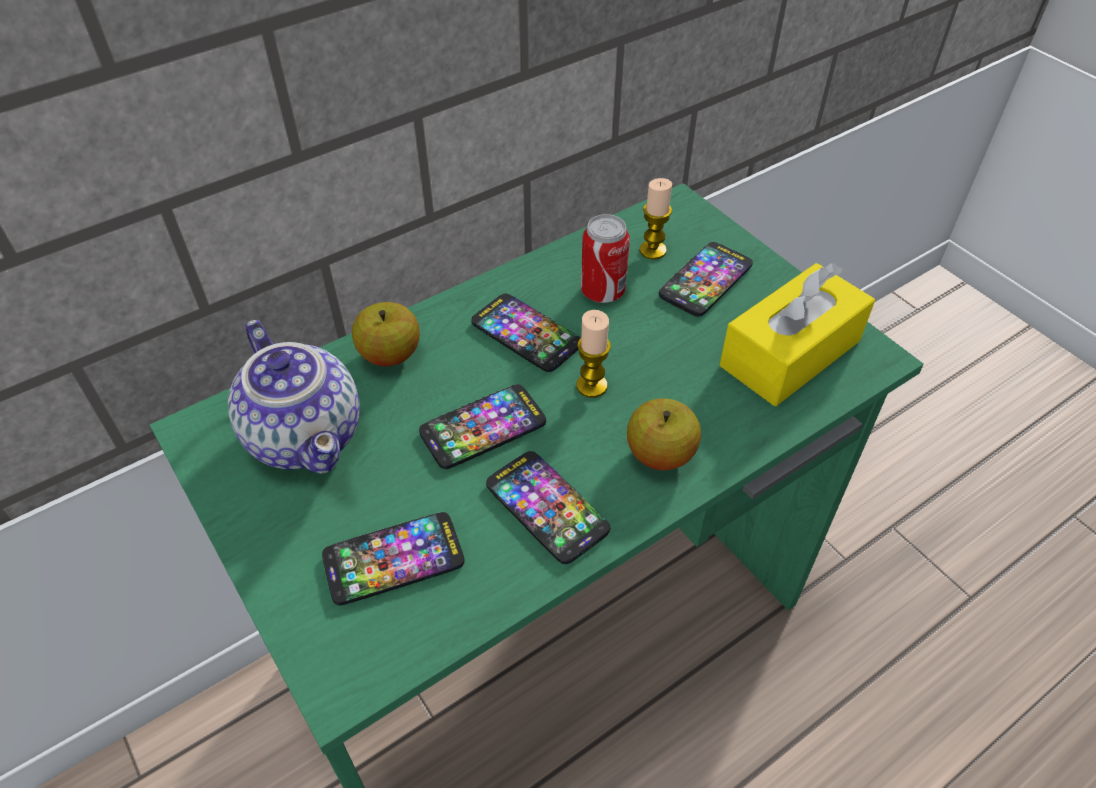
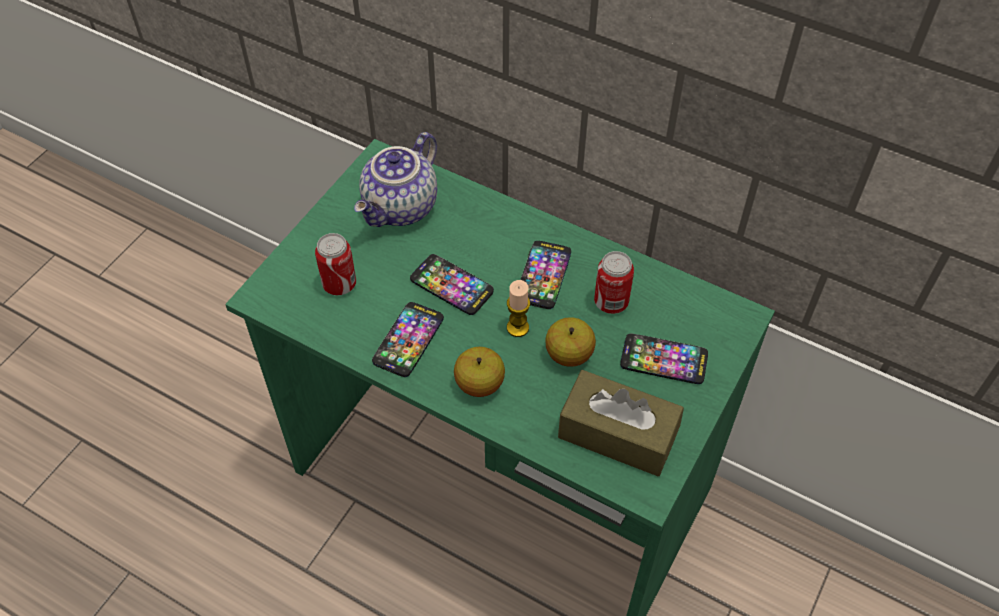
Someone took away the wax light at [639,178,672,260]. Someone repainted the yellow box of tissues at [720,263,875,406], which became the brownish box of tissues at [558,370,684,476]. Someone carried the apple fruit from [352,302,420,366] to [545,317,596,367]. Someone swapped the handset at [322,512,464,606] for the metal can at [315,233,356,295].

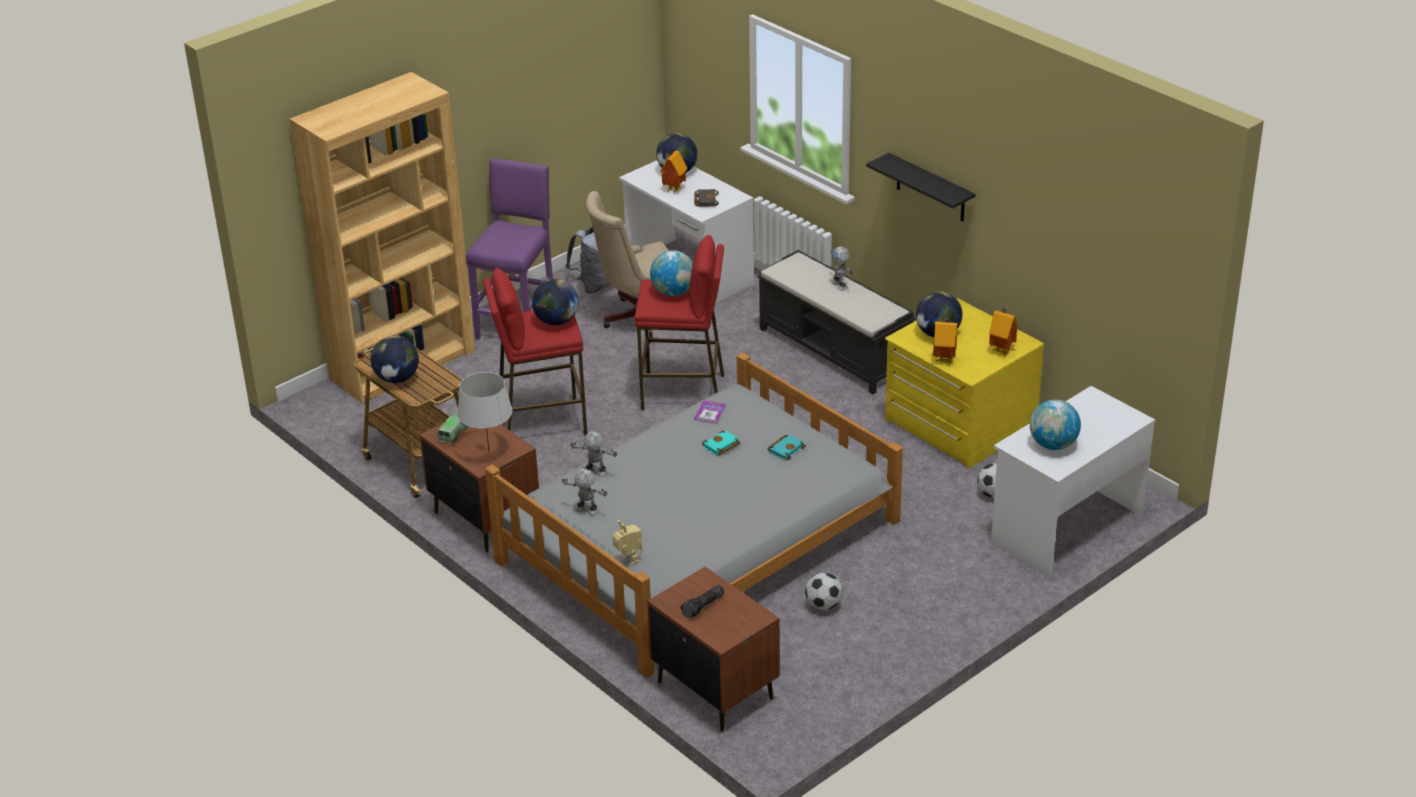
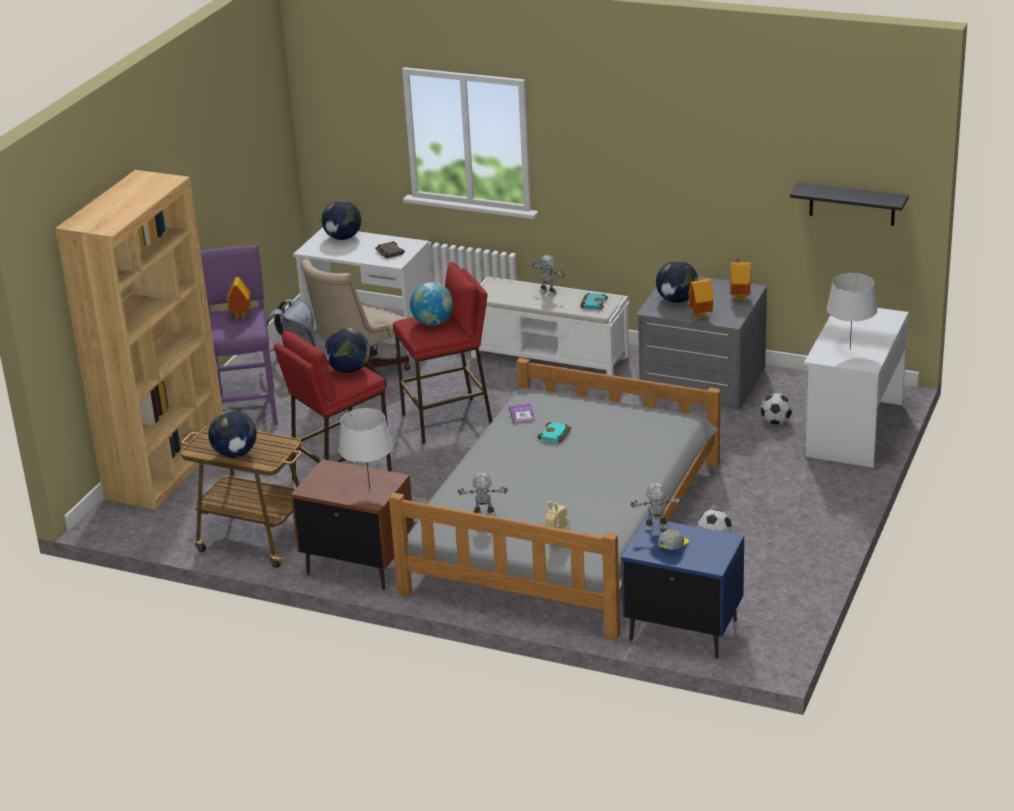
Someone carried the miniature house from [660,151,687,194] to [226,277,250,320]. Someone carried the black wall shelf from [866,153,976,221] to [790,182,909,226]. Someone repainted the black indoor bench at [757,250,916,395], which became the white indoor bench at [471,277,630,375]. Someone repainted the yellow drawer chest at [885,298,1044,469], which became the gray drawer chest at [636,276,767,411]. Someone swapped the world globe at [1030,399,1081,450] for the gray tabletop lamp at [827,273,877,350]. Someone took away the toy lorry at [437,414,469,444]. Someone carried the toy robot from [570,431,617,477] to [631,483,683,531]. Someone carried the blue-green bound book from [767,435,806,460] to [580,293,608,310]. Someone repainted the brownish nightstand at [647,567,780,732], which became the bluish nightstand at [621,518,744,658]. Someone swapped the torch at [680,585,724,619] for the peaked cap at [658,529,689,550].

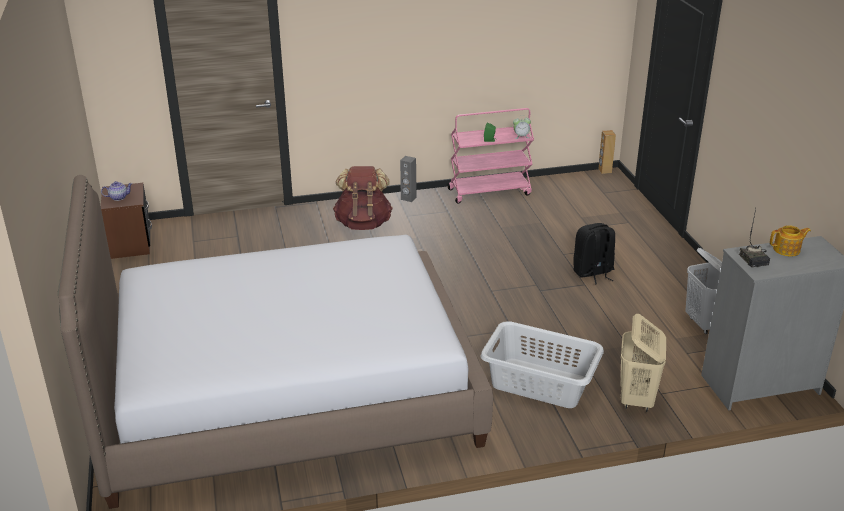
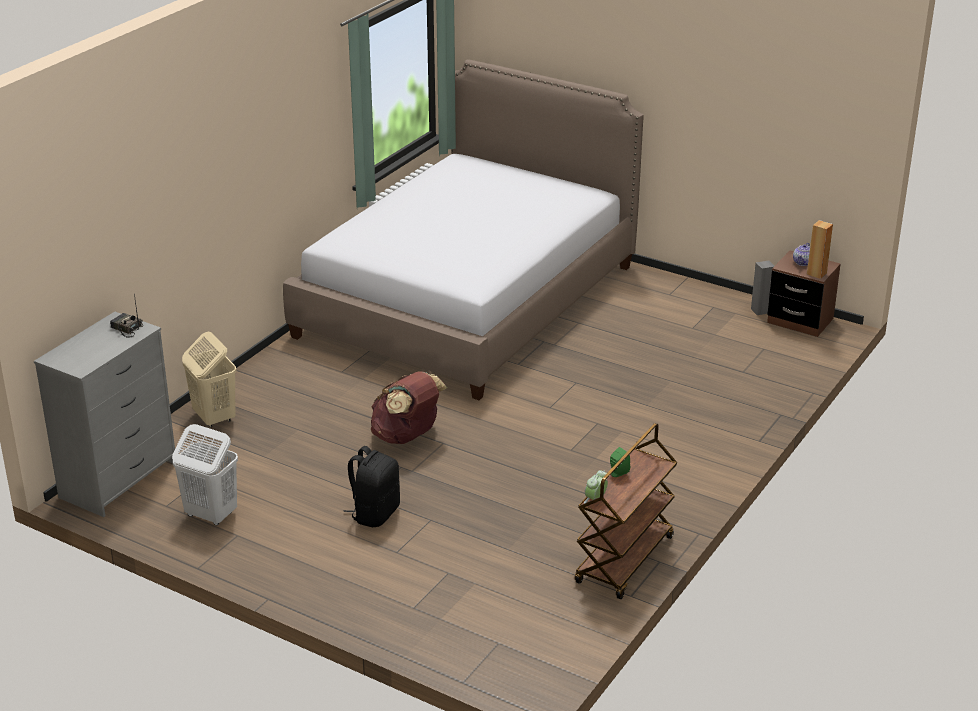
Someone repainted the pinkish wheeled cart at [448,108,534,204], which became the brownish wheeled cart at [575,423,677,599]. Someone carried the brownish speaker from [599,130,616,174] to [807,220,833,279]. Someone carried the gray speaker from [400,156,417,202] to [751,260,774,315]. Someone carried the brownish backpack from [333,166,393,230] to [371,371,448,444]. Someone took away the pot for tea at [770,225,811,256]. Someone took away the gray washing basket at [480,322,604,408].

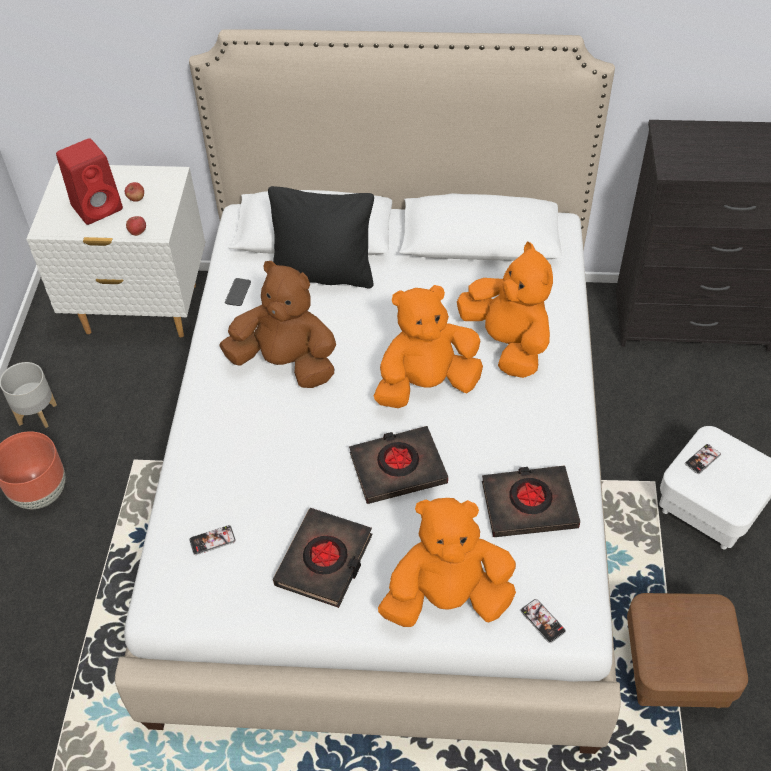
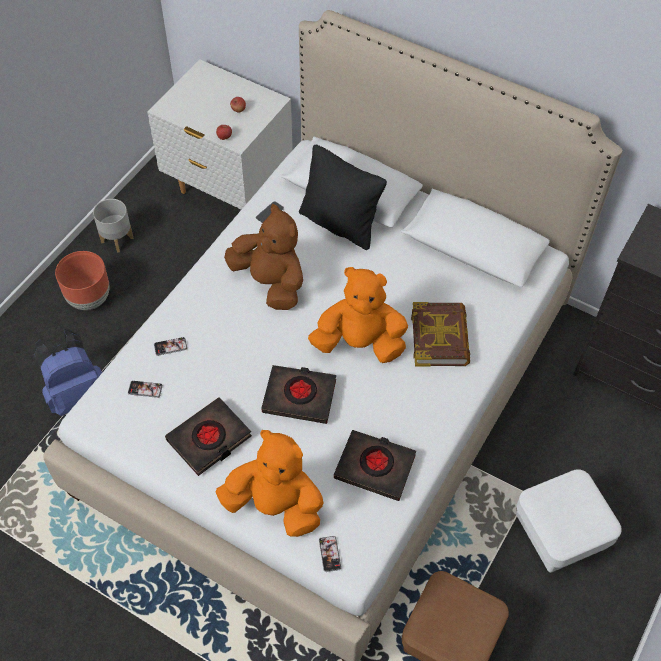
Someone took away the red-coloured speaker at [56,138,123,225]. Someone swapped the orangey plush toy at [457,242,553,378] for the bound book at [411,302,470,367]. Someone carried the handset from [685,444,721,474] to [154,337,187,356]. Someone put down the bluish backpack at [34,329,102,416].

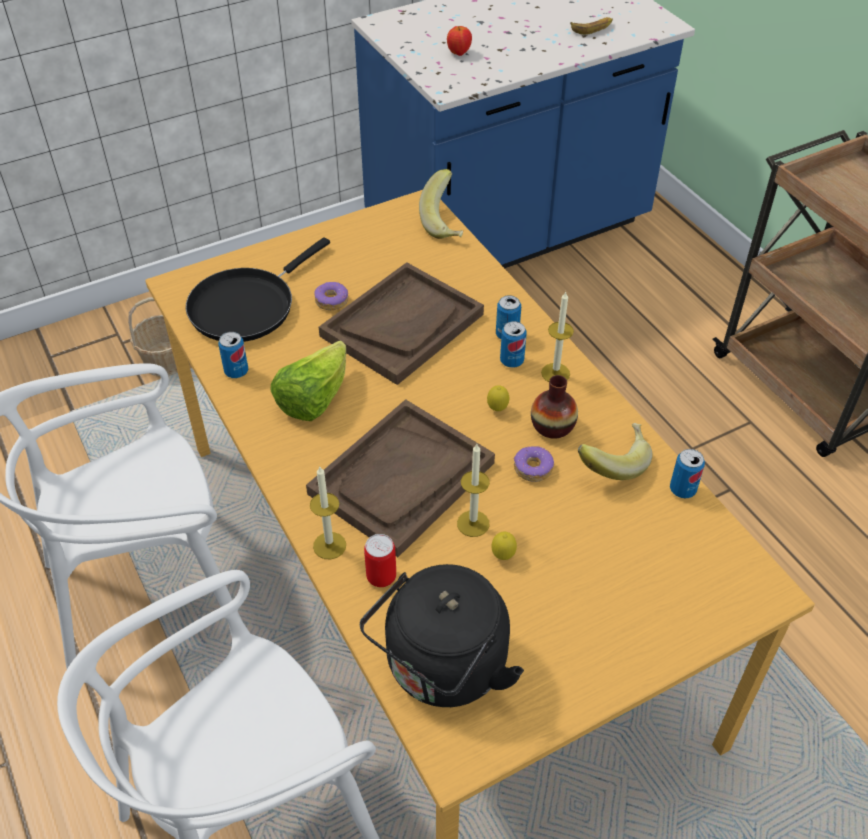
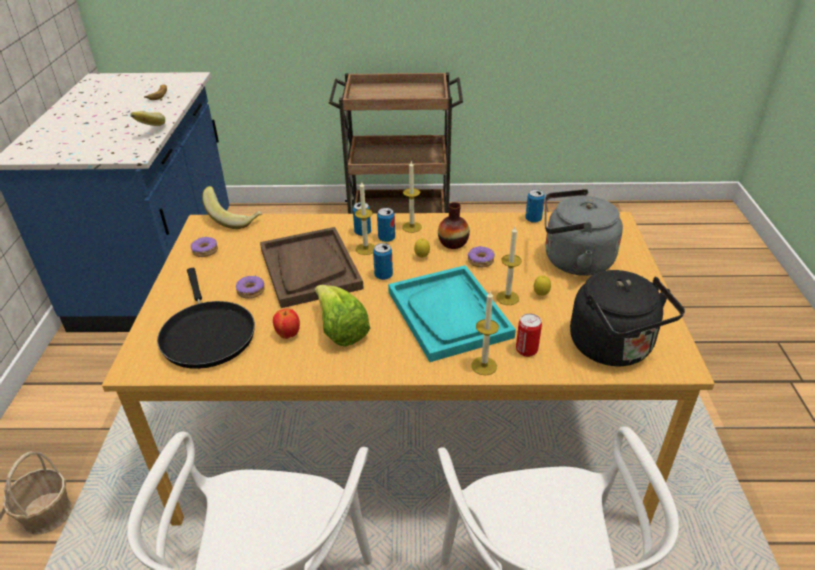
Someone carried the apple fruit from [447,26,472,56] to [273,309,300,339]. Someone carried the metal can from [218,332,248,378] to [373,243,393,280]. Someone repainted the brownish serving tray at [306,399,495,557], which became the blue-green serving tray at [388,265,516,362]. Someone carried the whole banana from [578,423,653,480] to [130,110,165,126]. Someone put down the wax light at [355,181,375,255]. Someone put down the gray kettle at [545,189,623,276]. Someone put down the ring doughnut at [191,236,218,257].

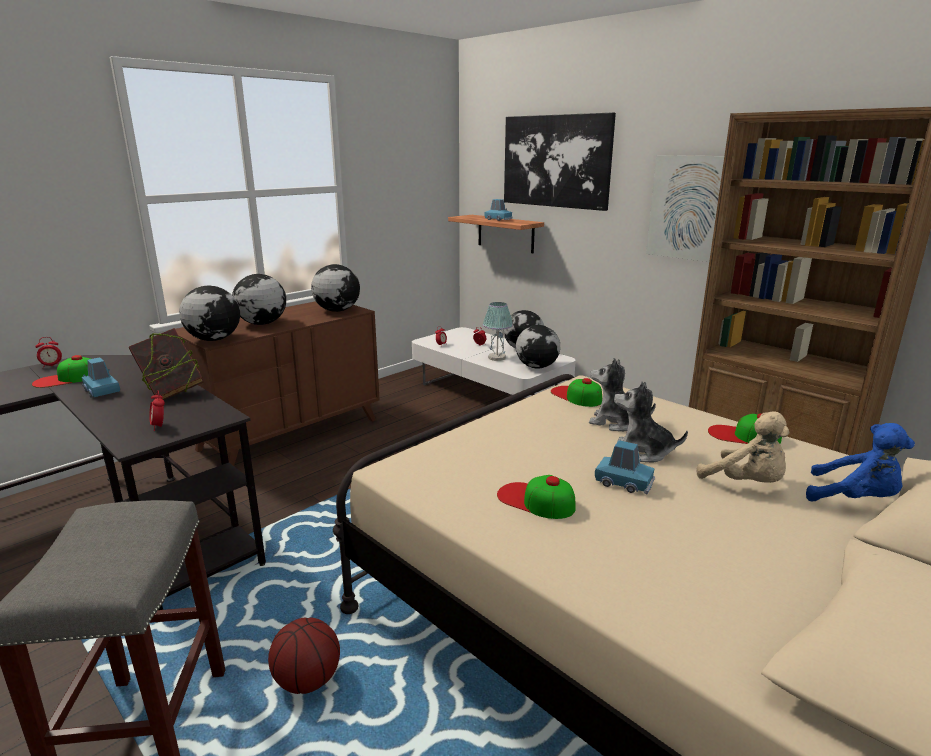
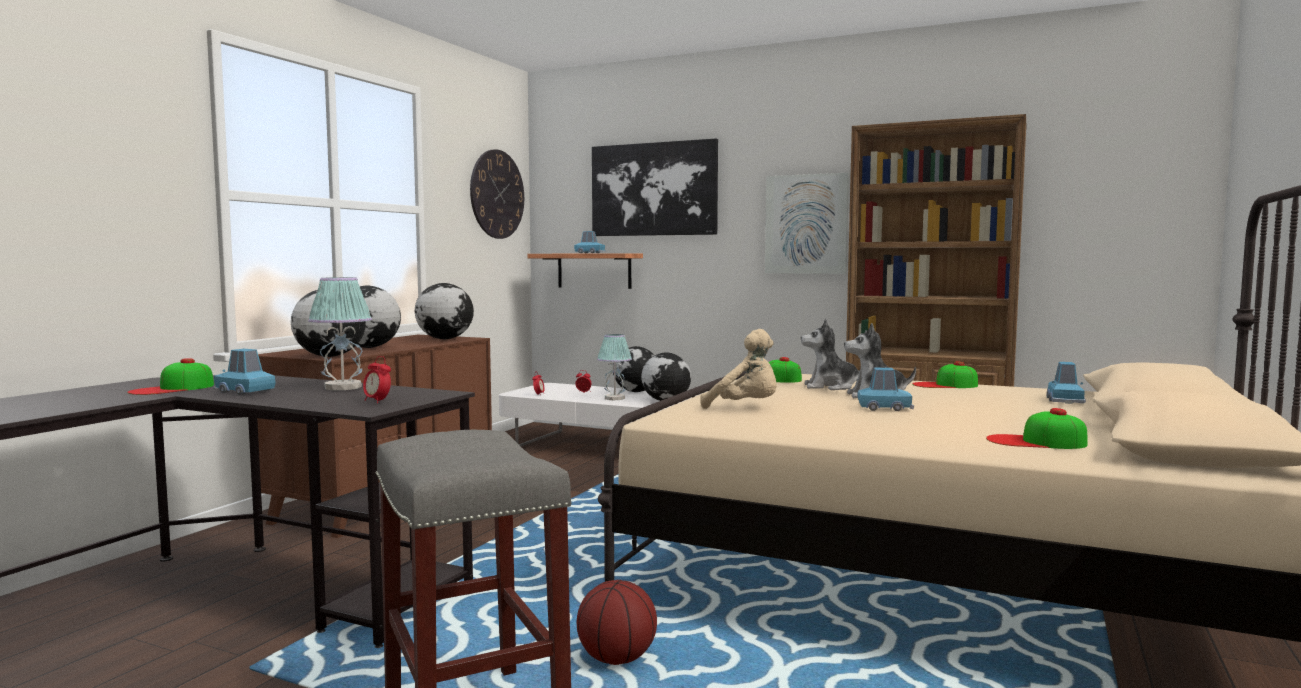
Someone swapped the bound book at [129,328,204,400] for the tabletop lamp at [308,277,372,391]. Someone took away the alarm clock at [35,337,62,369]. Someone carried the beige plush toy from [697,411,789,483] to [700,329,777,409]. Someone swapped the bluish plush toy at [806,423,915,501] for the bluish toy car at [1047,362,1086,404]. Someone carried the peaked cap from [497,475,576,519] to [986,408,1087,449]. Someone put up the clock on the wall at [470,149,524,239].

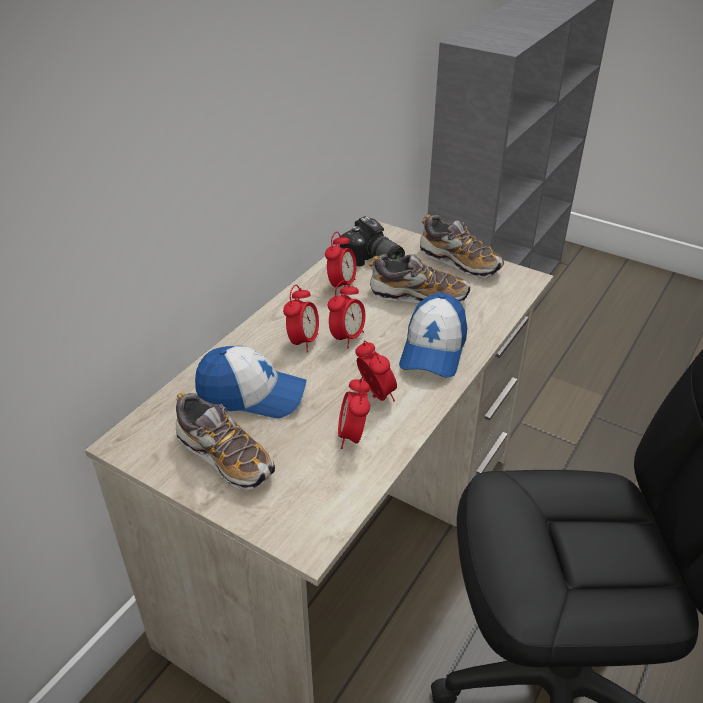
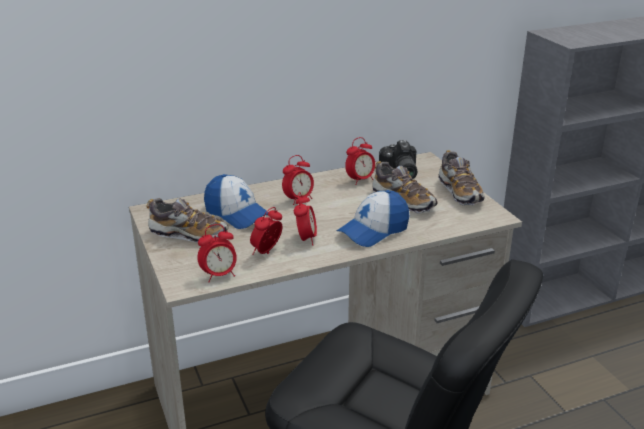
Someone carried the alarm clock from [328,280,365,349] to [197,224,237,282]. Someone rotated the shoe at [176,393,275,490] by 60 degrees counterclockwise.

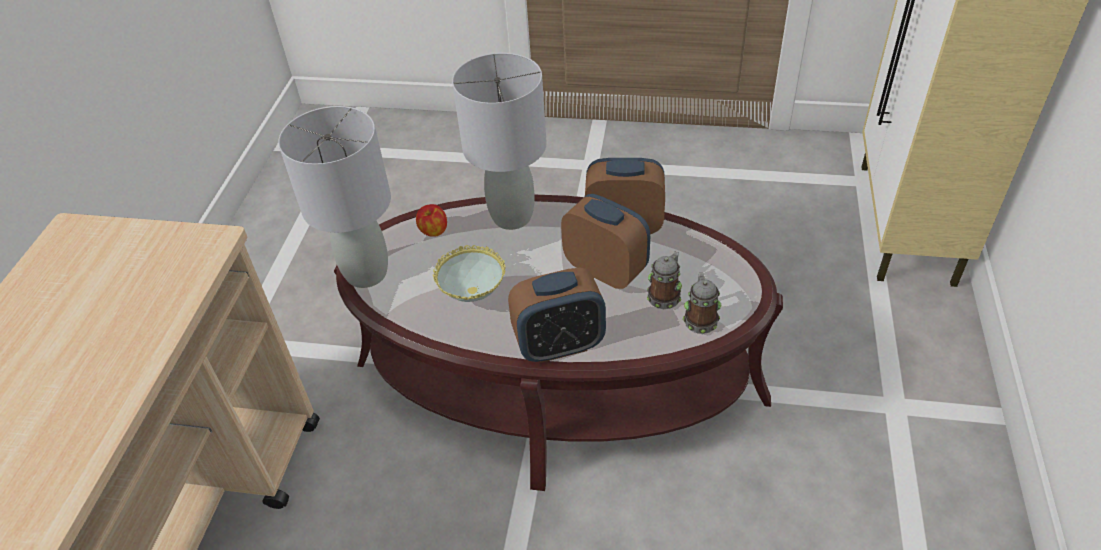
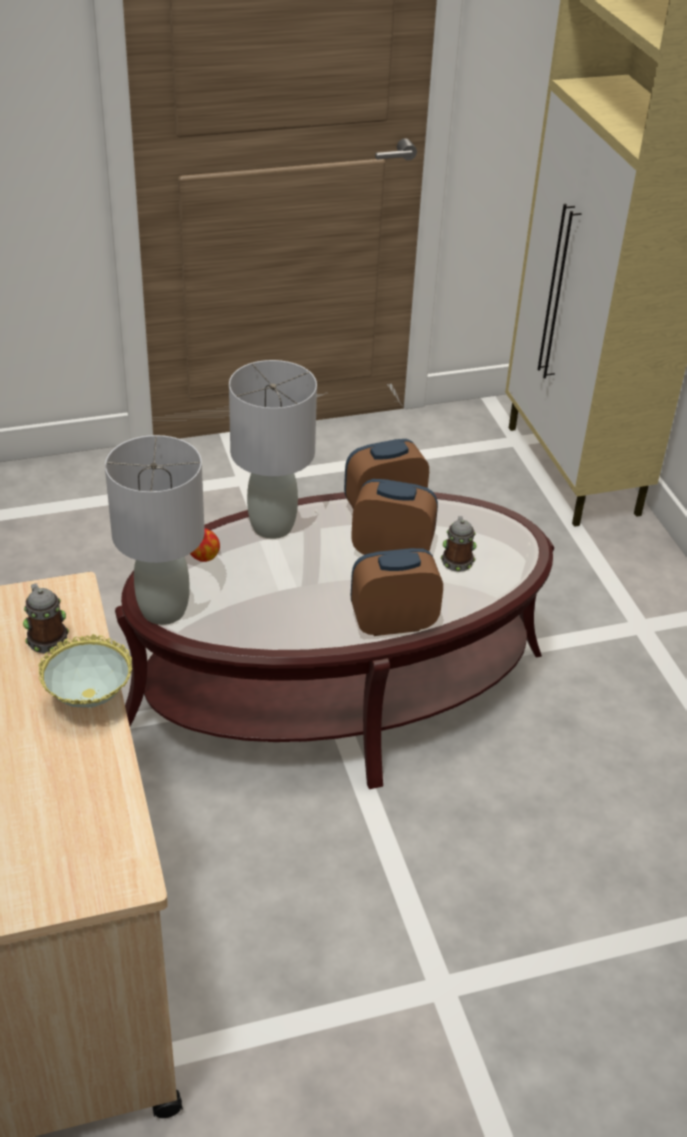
Someone carried the deep dish from [433,245,506,302] to [38,634,132,708]. Someone rotated the alarm clock at [508,268,606,363] by 150 degrees counterclockwise. Someone carried the mug from [683,273,721,334] to [23,583,69,654].

